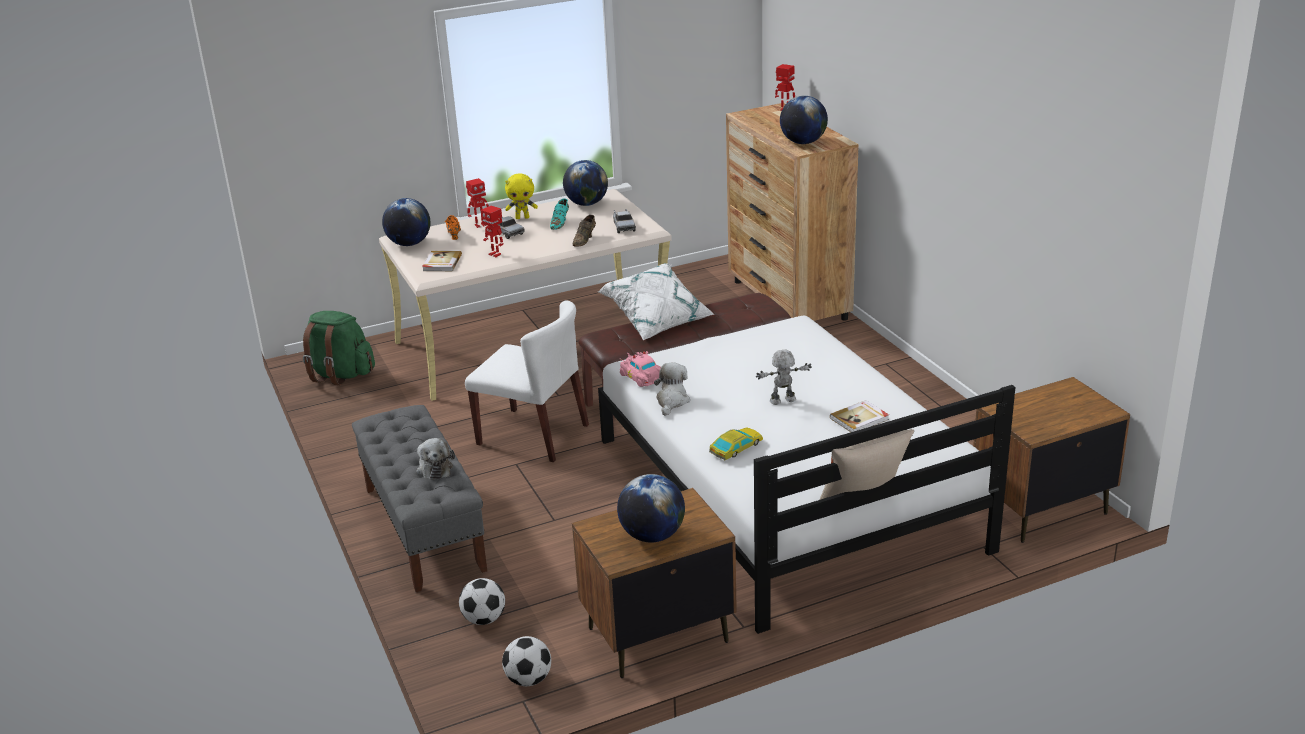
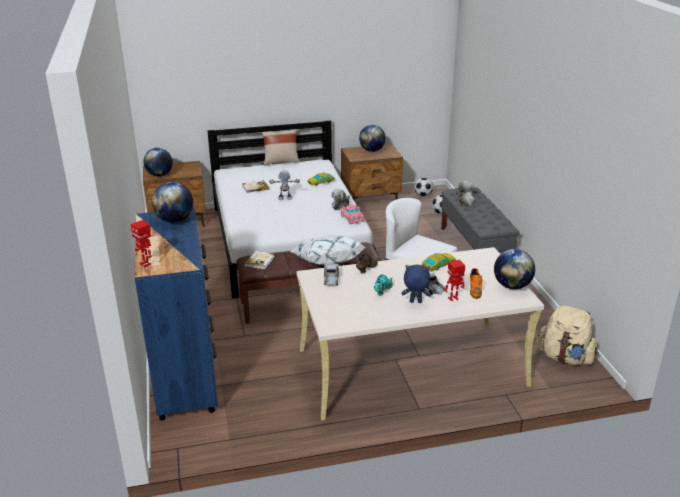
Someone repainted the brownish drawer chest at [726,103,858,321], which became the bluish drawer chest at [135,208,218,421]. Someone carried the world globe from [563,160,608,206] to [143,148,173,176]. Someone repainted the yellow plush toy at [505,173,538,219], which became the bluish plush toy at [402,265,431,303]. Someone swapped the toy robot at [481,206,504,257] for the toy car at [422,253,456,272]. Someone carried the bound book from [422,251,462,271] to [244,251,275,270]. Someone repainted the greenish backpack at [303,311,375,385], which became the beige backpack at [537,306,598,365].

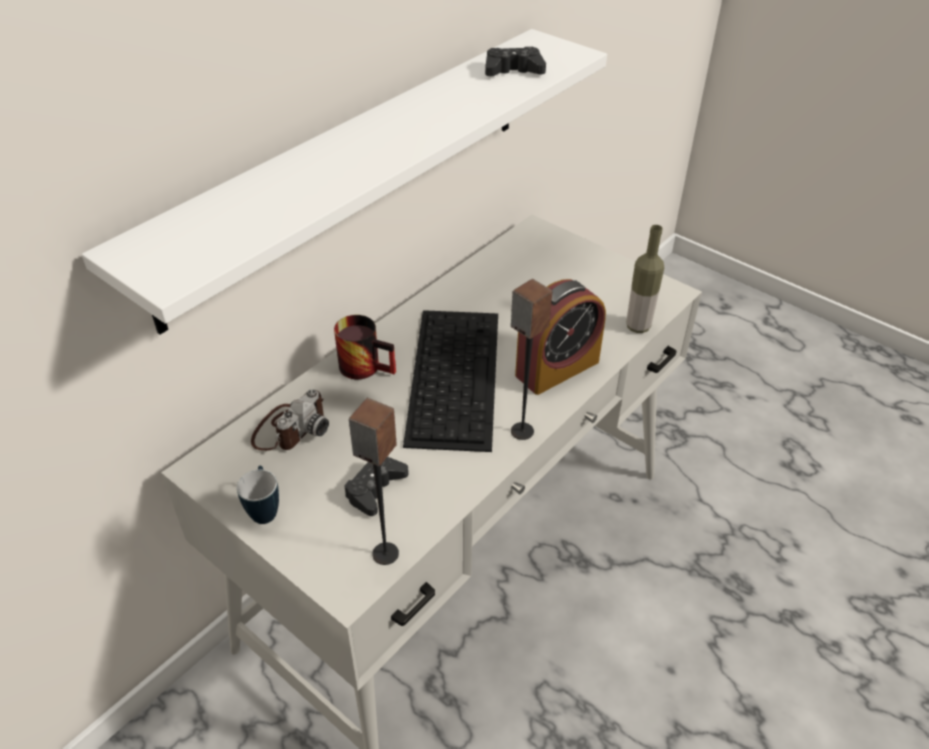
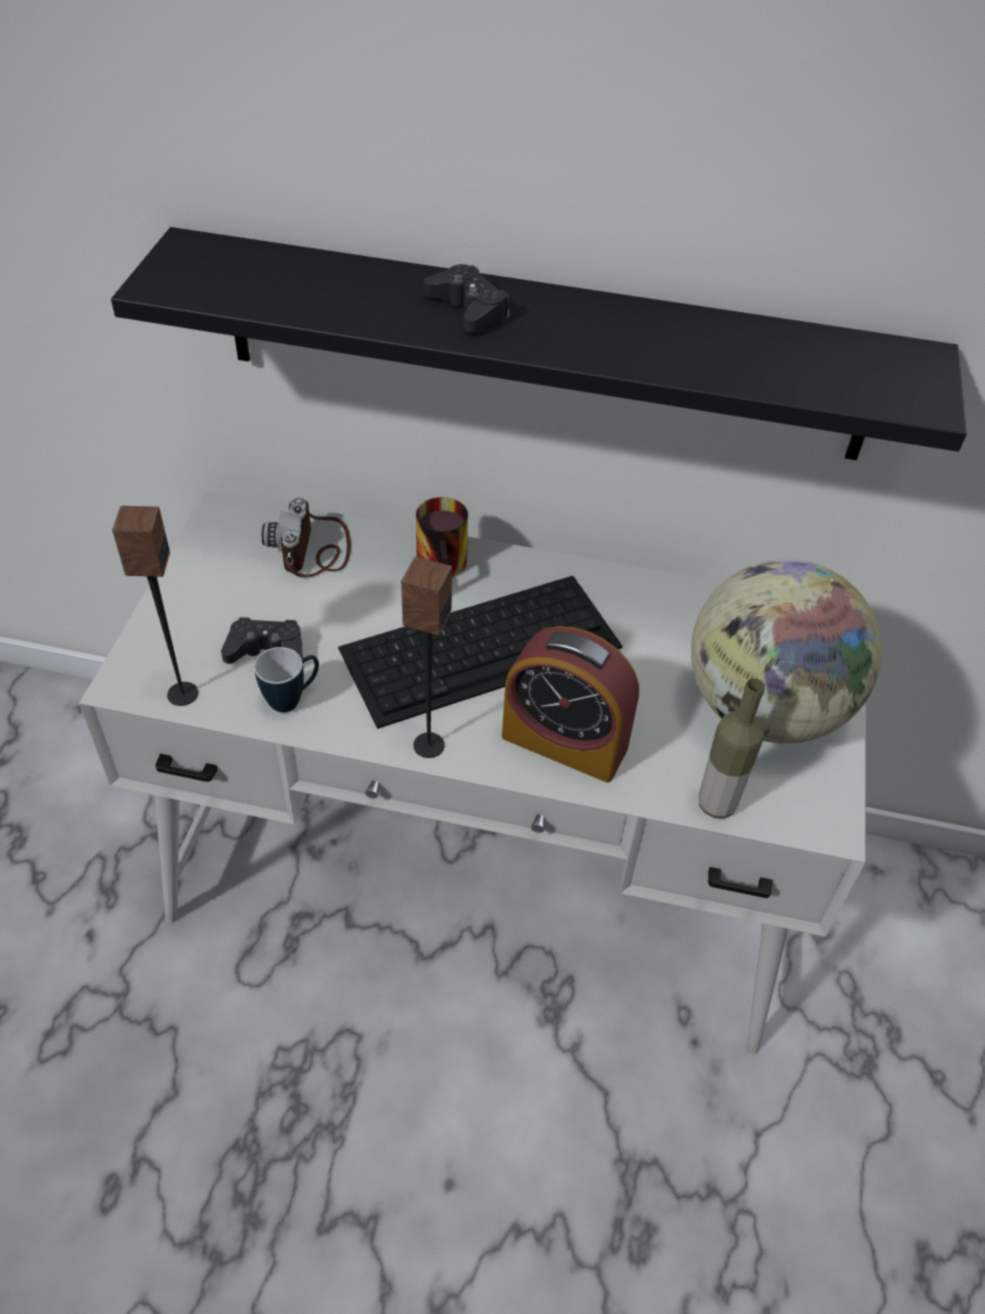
Someone repainted the white wall shelf at [82,29,607,334], which became the black wall shelf at [111,227,967,460]. Someone carried the black gamepad from [485,47,546,76] to [424,264,509,333]. Someone rotated the photo camera at [251,389,329,451] by 90 degrees clockwise. Someone carried the mug from [237,466,279,524] to [254,647,319,713]. Someone put down the world globe at [691,559,882,744].

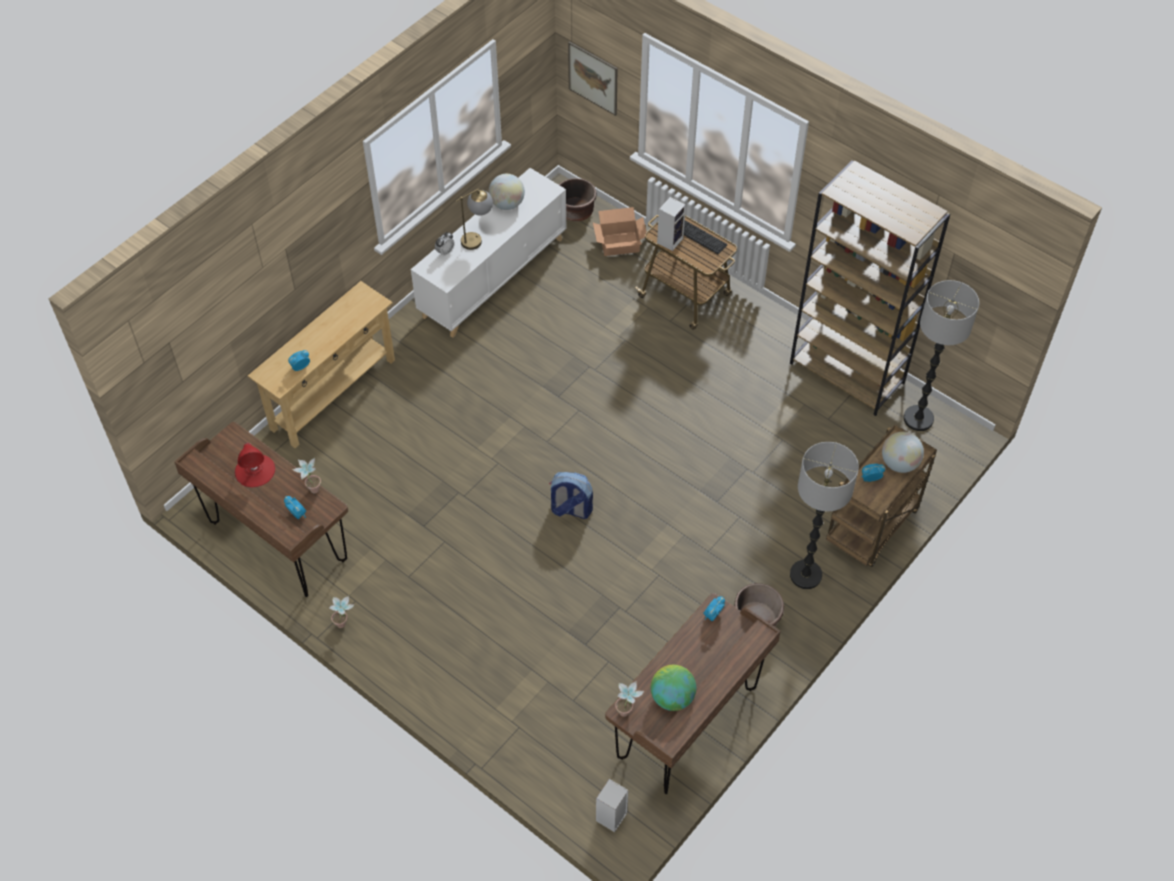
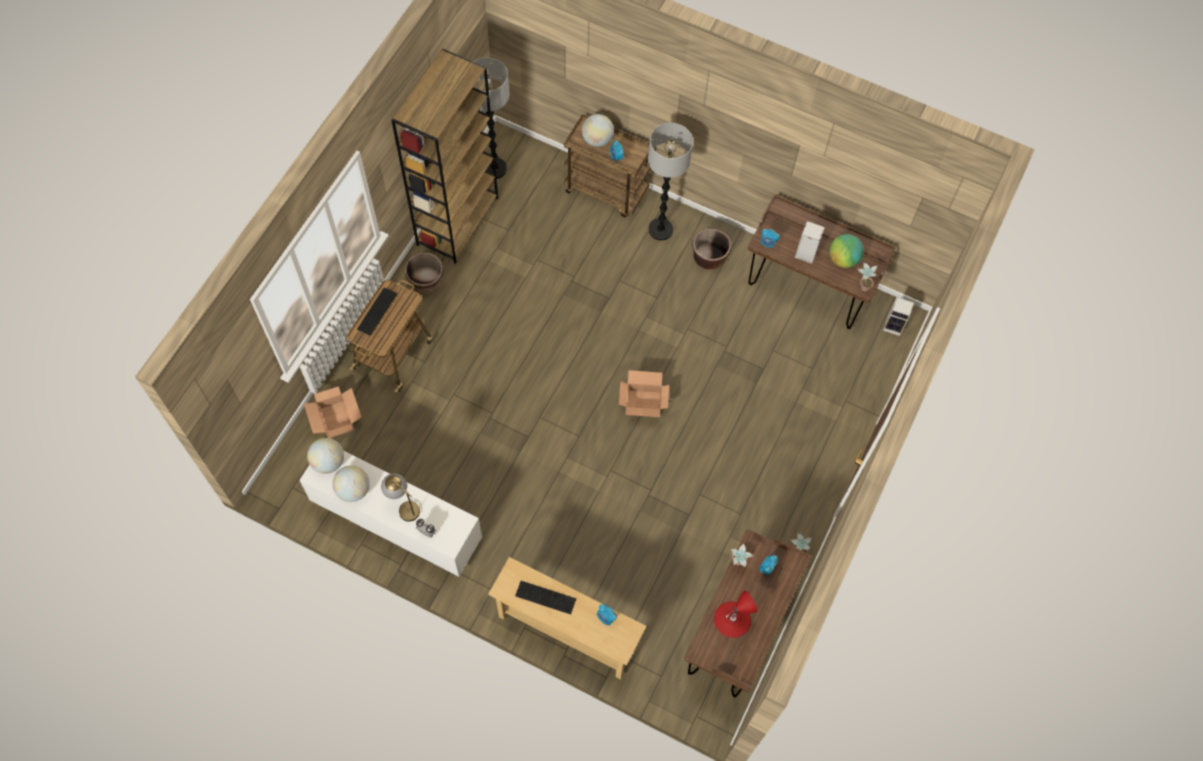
Someone took away the wall picture at [568,41,618,116]. Someone carried the brownish flower pot from [559,178,597,222] to [405,252,444,294]. Someone carried the speaker from [657,197,686,251] to [795,221,825,264]. Someone swapped the backpack at [549,472,593,519] for the carton at [619,370,669,417]. Someone put down the world globe at [307,438,344,474]. Someone put down the PC keyboard at [515,581,576,614].

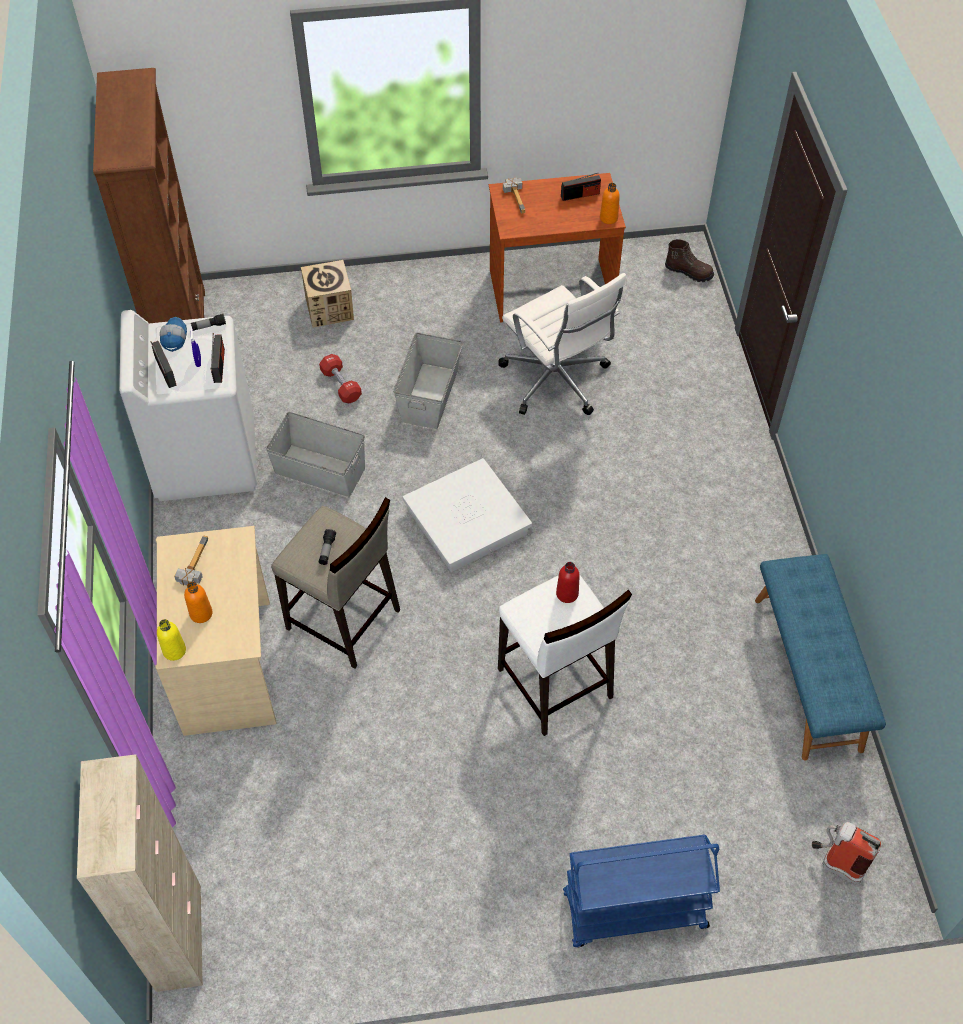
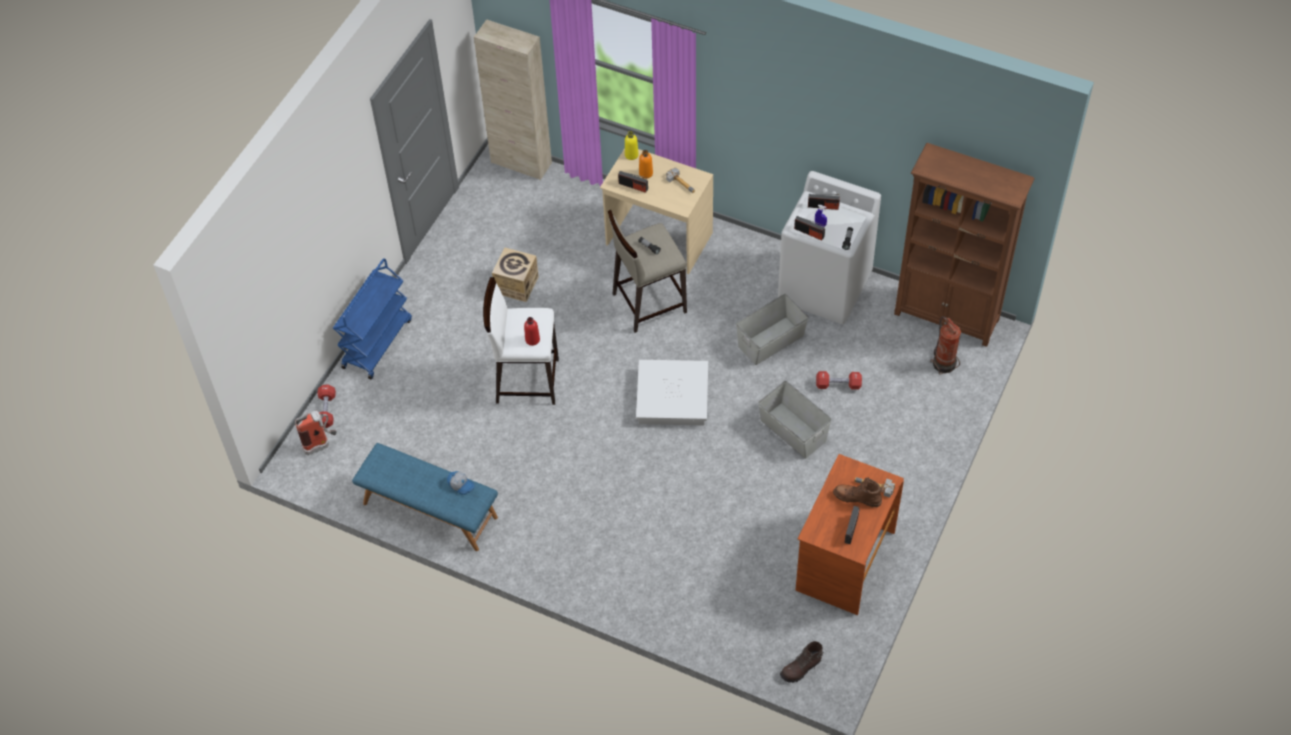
Someone took away the orangey beverage bottle at [600,183,620,224]. Someone carried the carton from [301,260,354,328] to [492,247,539,302]. Someone took away the white computer chair at [499,273,626,415]. Someone carried the peaked cap from [160,317,187,352] to [447,471,475,495]. Someone put down the radio receiver at [618,171,648,193]. Someone put down the fire-fighting cylinder at [930,316,961,375]. Someone put down the red-coloured hand weight at [318,385,336,428]. Someone put down the brownish high-top boot at [833,477,885,507].

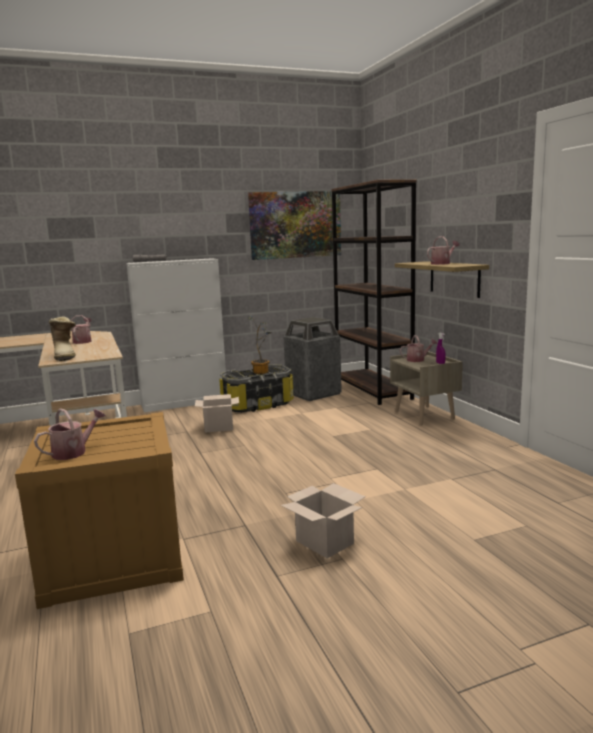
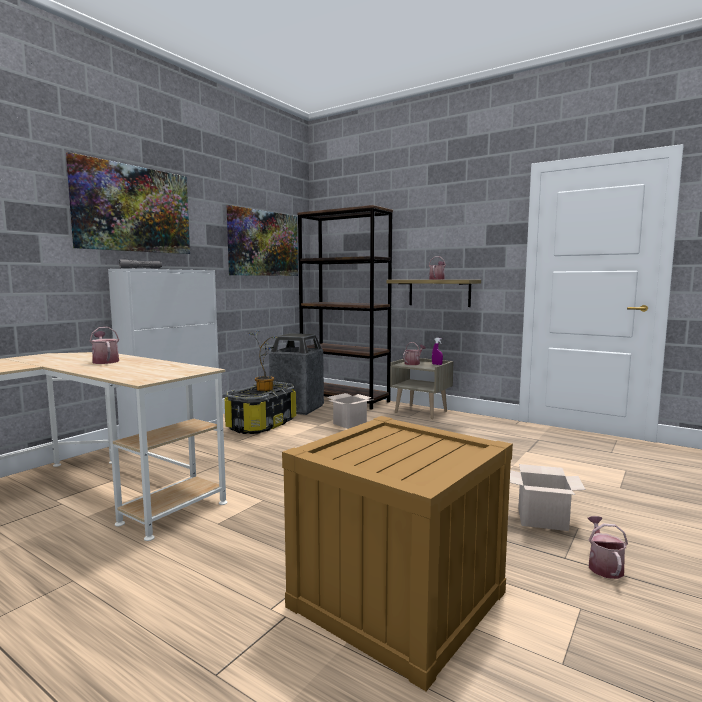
Someone took away the high-top boot at [49,317,76,361]. Someone carried the carton from [195,394,239,433] to [327,393,372,429]. Someone carried the sprinkling can from [34,408,106,460] to [588,516,628,579]. Someone put up the wall picture at [66,152,190,254].

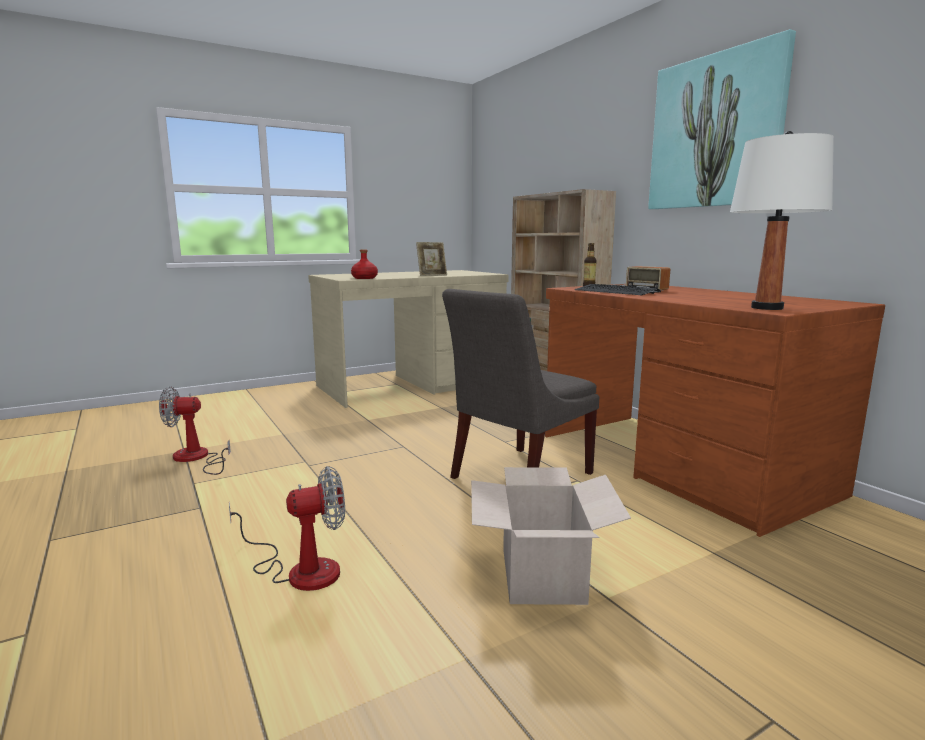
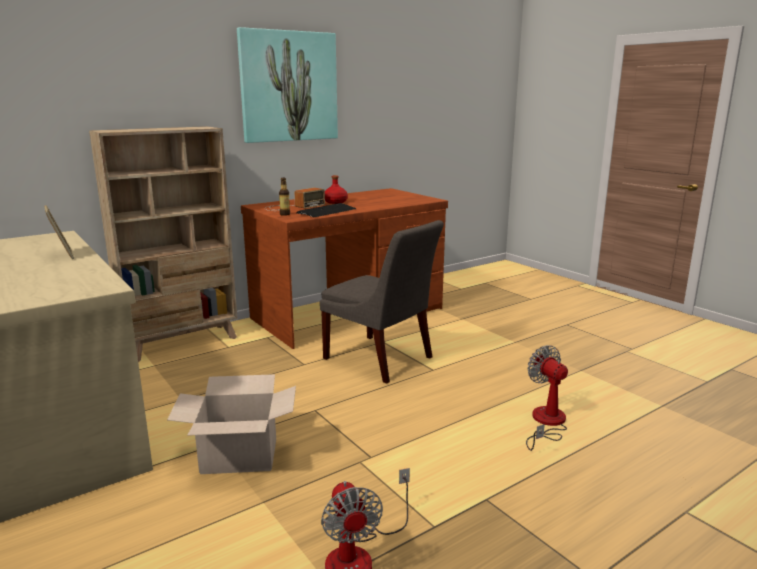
Someone took away the white tabletop lamp at [730,131,834,310]. Someone carried the red-coloured beverage bottle from [351,249,378,279] to [325,175,348,204]. Someone carried the carton from [471,467,631,605] to [167,374,296,474].

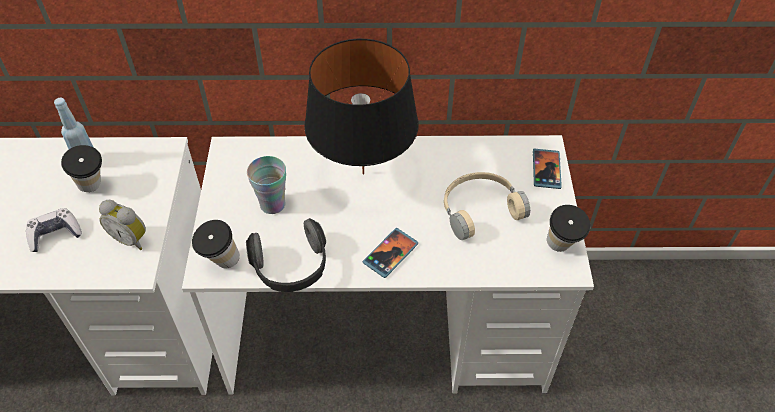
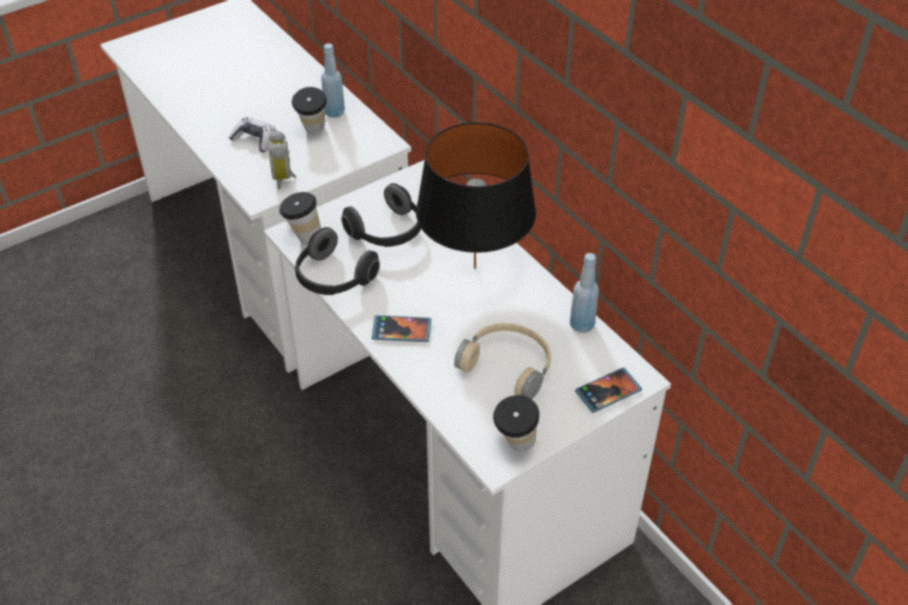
Someone swapped the cup at [247,156,286,214] for the pair of headphones at [341,183,421,247]. Someone put down the bluish beverage bottle at [570,253,599,333].

